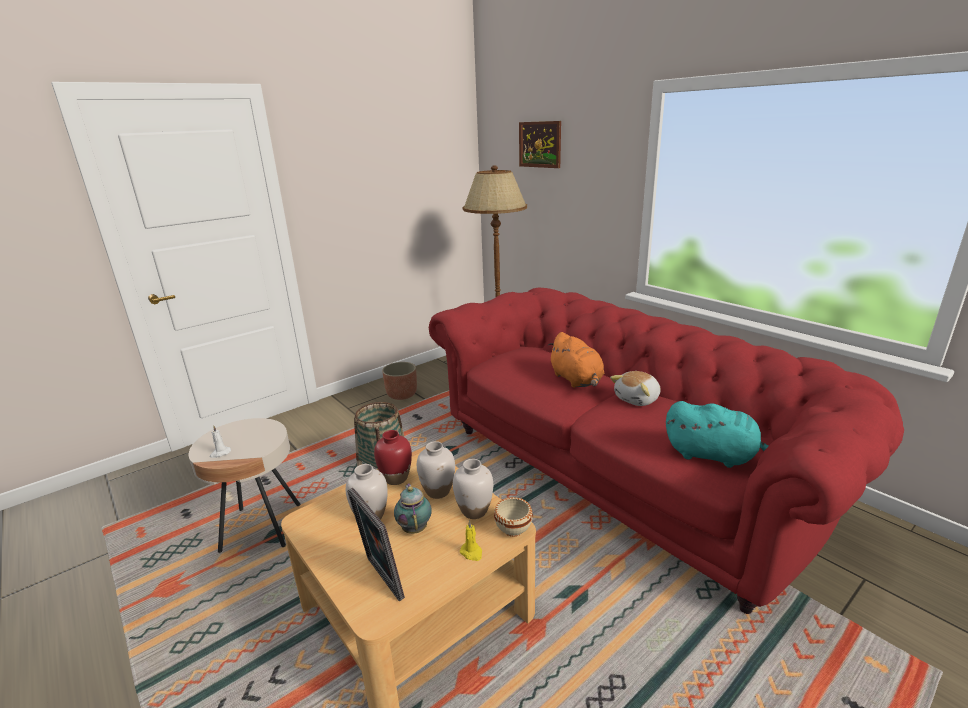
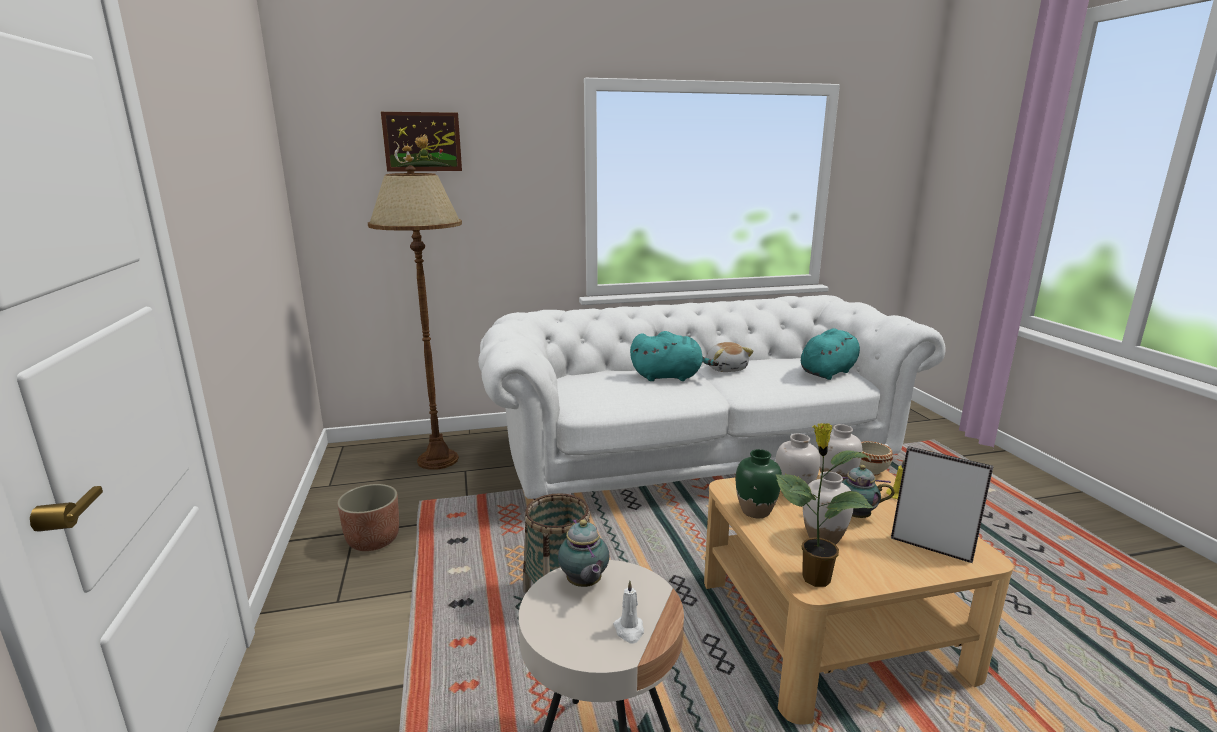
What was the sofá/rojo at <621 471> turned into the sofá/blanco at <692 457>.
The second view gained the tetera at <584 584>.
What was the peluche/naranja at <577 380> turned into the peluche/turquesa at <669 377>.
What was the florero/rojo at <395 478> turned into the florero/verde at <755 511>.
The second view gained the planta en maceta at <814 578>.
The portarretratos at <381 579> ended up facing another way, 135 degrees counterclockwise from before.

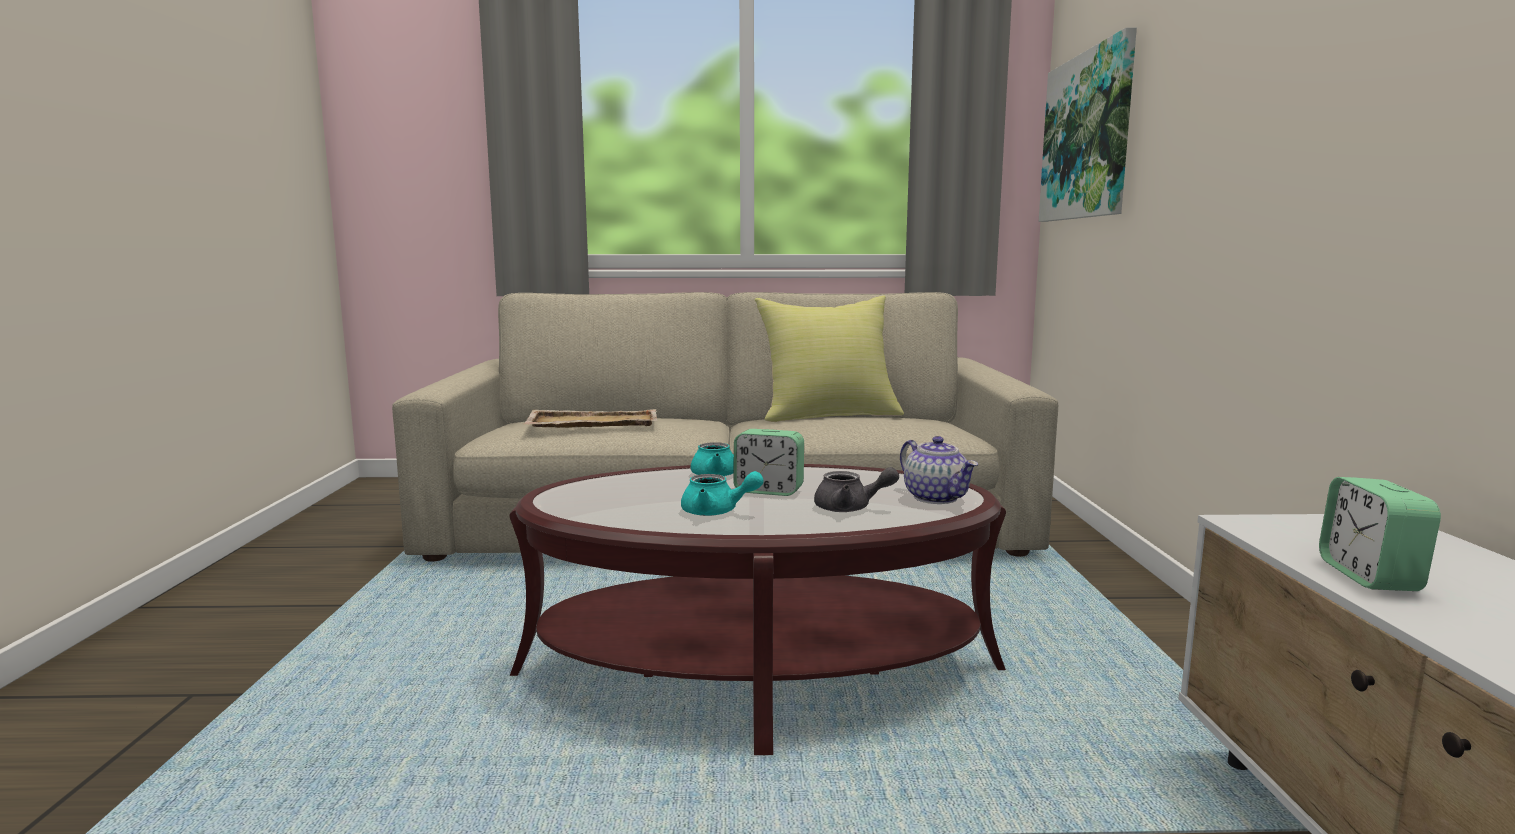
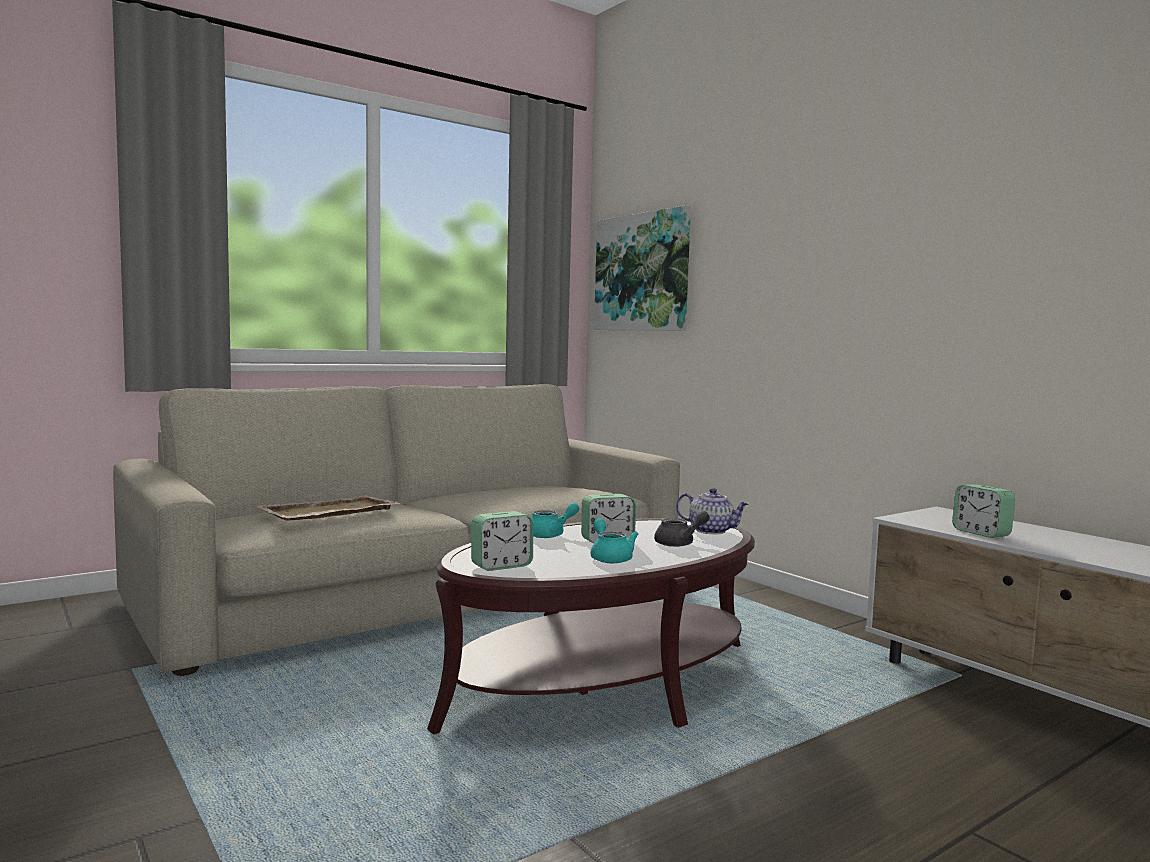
The second view gained the despertador at <501 566>.
The tetera/turquesa at <717 512> ended up facing another way, 90 degrees counterclockwise from before.
The second view lost the cojín/amarillo at <829 415>.

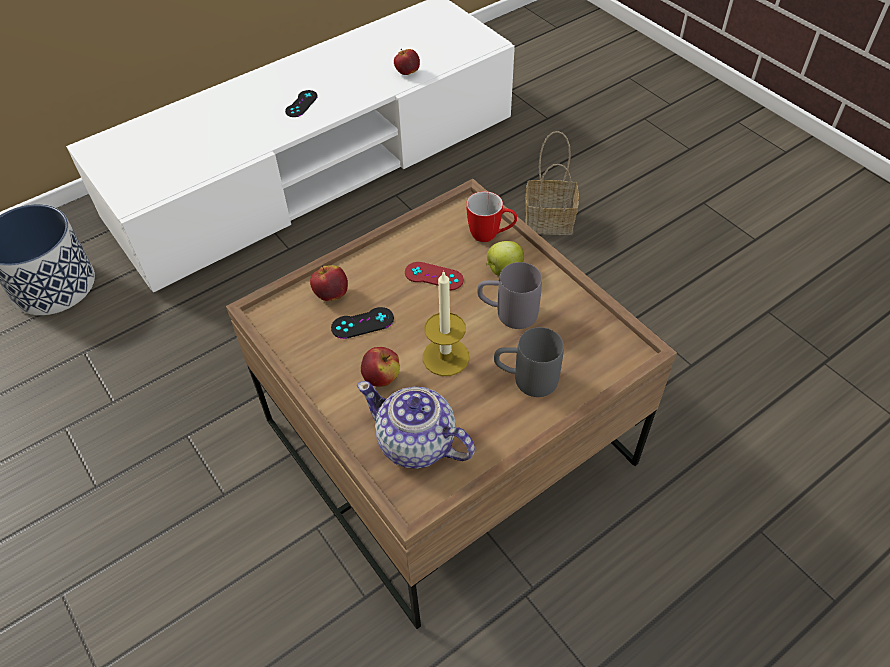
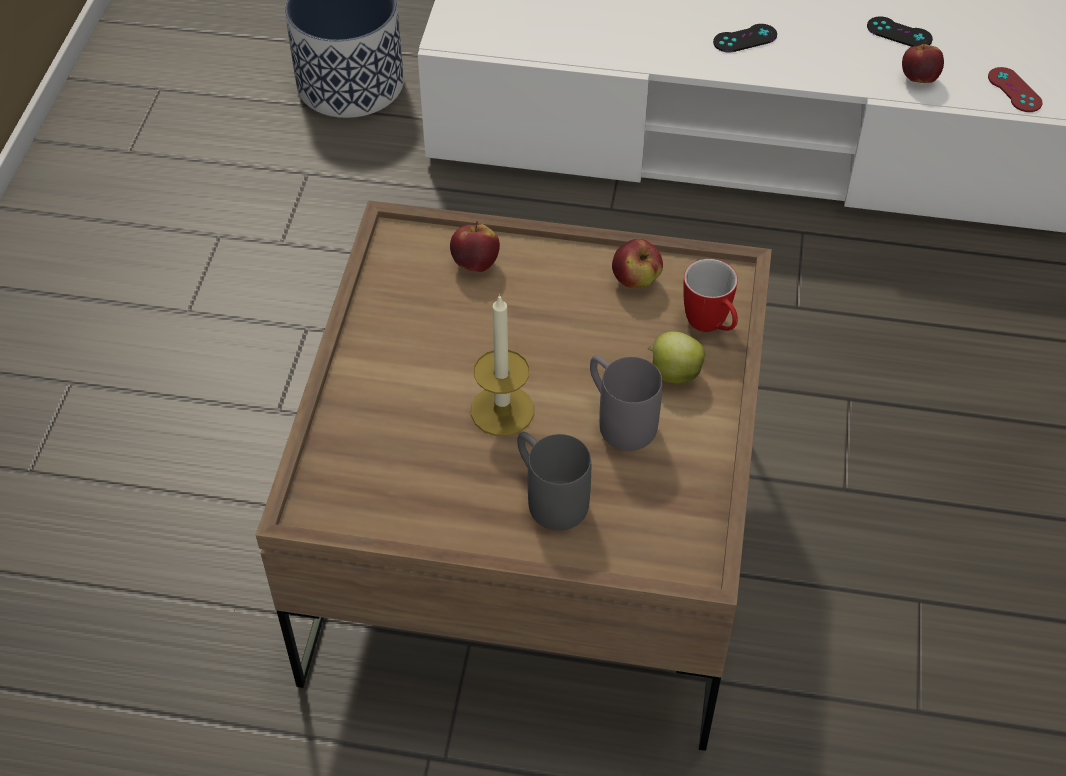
The manzana ended up elsewhere, having gone from <382 378> to <635 281>.
The mando de consola/negro ended up elsewhere, having gone from <362 323> to <899 33>.
The mando de consola/rojo ended up elsewhere, having gone from <434 276> to <1014 90>.
The second view lost the tetera at <417 444>.
The second view lost the cesta at <550 220>.

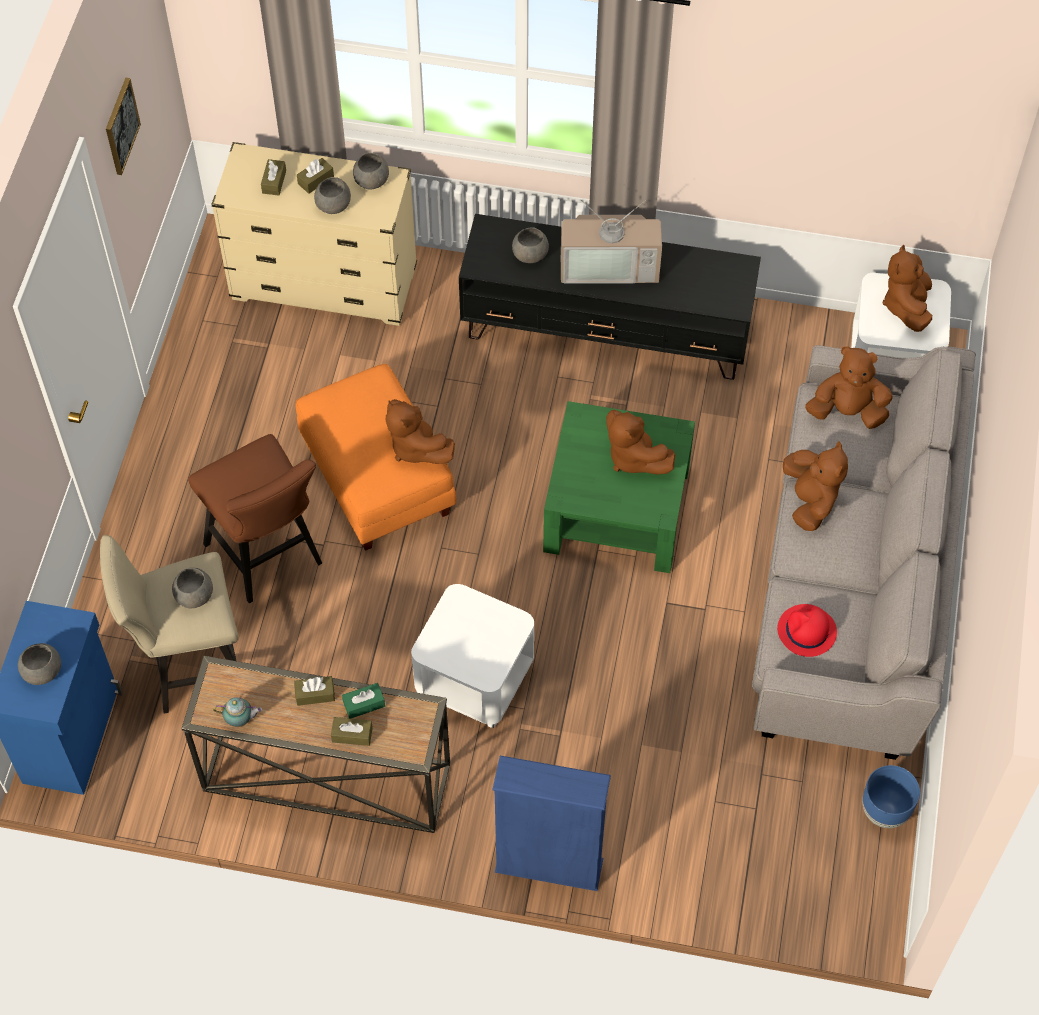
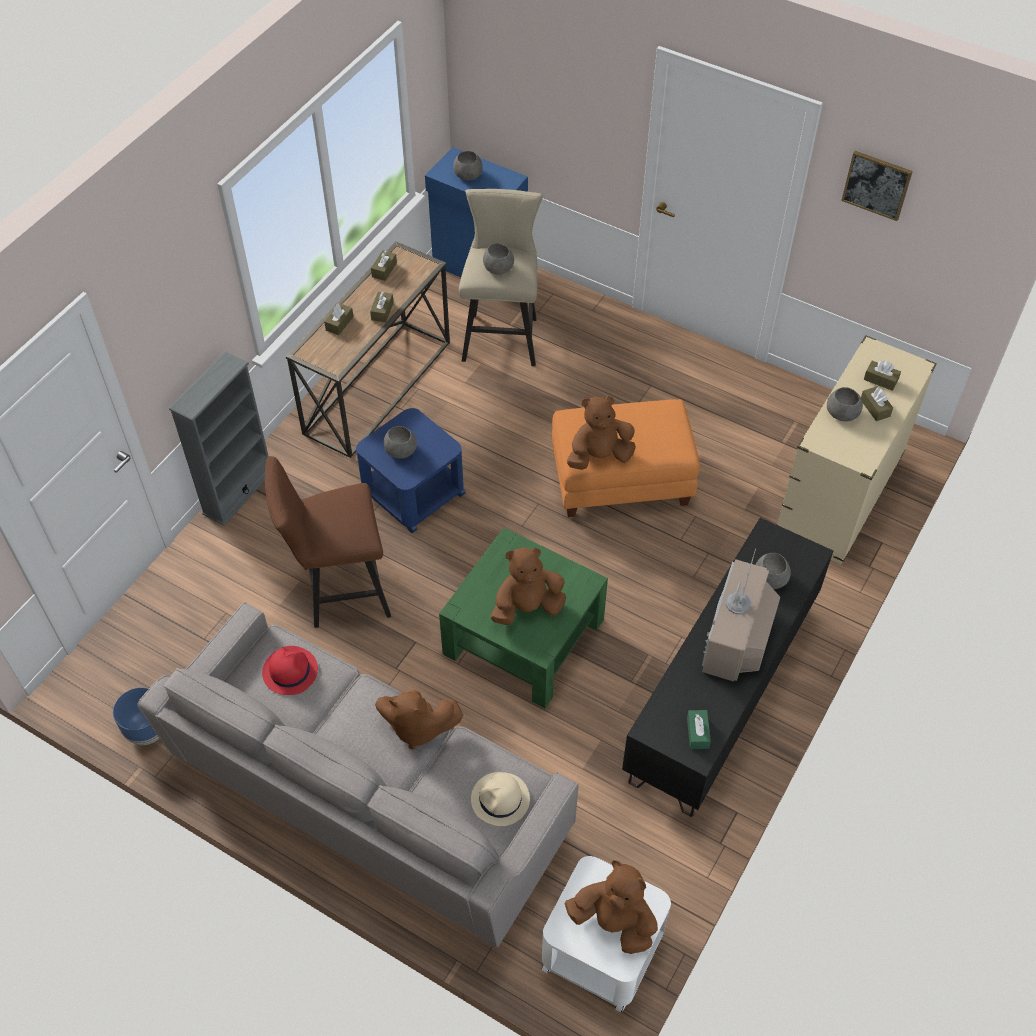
What was the estantería/azul at <549 866> turned into the estantería/gris at <238 492>.
The taburete/marrón ended up elsewhere, having gone from <269 559> to <339 591>.
What was the mesa auxiliar/blanco at <474 677> turned into the mesa auxiliar/azul at <413 492>.
Where the tetera stood at <240 720>, the caja de pañuelos/marrón came to stand at <384 270>.
The cuenco/gris ended up elsewhere, having gone from <371 180> to <400 450>.
Where the peluche/marrón stood at <847 411>, the sombrero/beis came to stand at <500 800>.
The caja de pañuelos/verde ended up elsewhere, having gone from <364 704> to <697 733>.

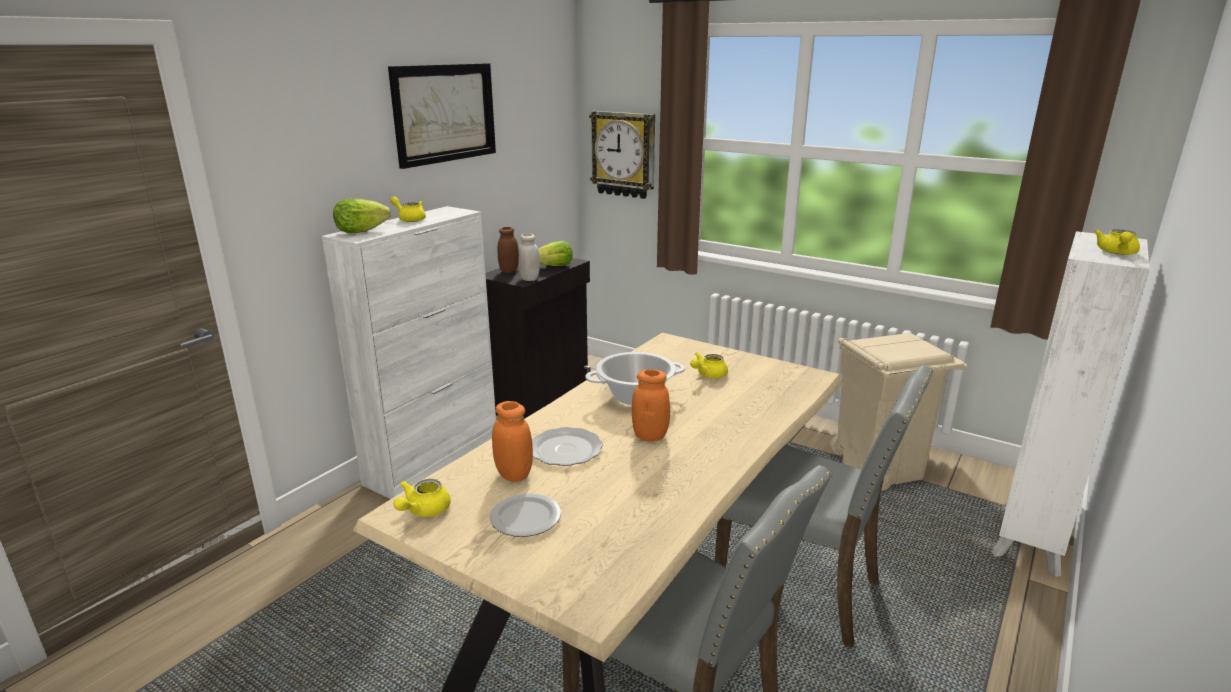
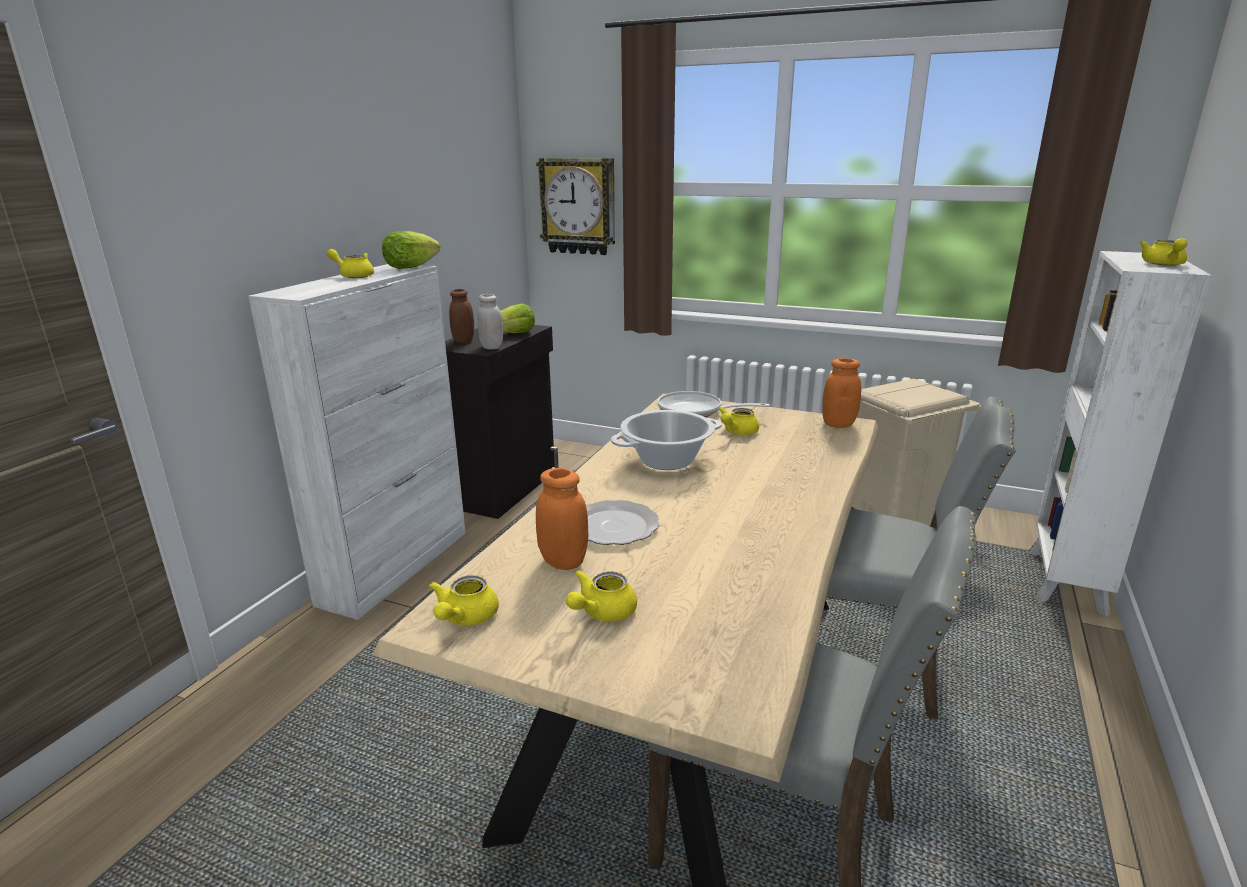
The lechuga ended up elsewhere, having gone from <361 231> to <410 267>.
Where the plato stood at <525 518>, the tetera/amarillo came to stand at <602 612>.
The second view gained the sartén at <695 411>.
The tarro/naranja ended up elsewhere, having gone from <650 436> to <838 424>.
The second view lost the cuadro at <444 113>.

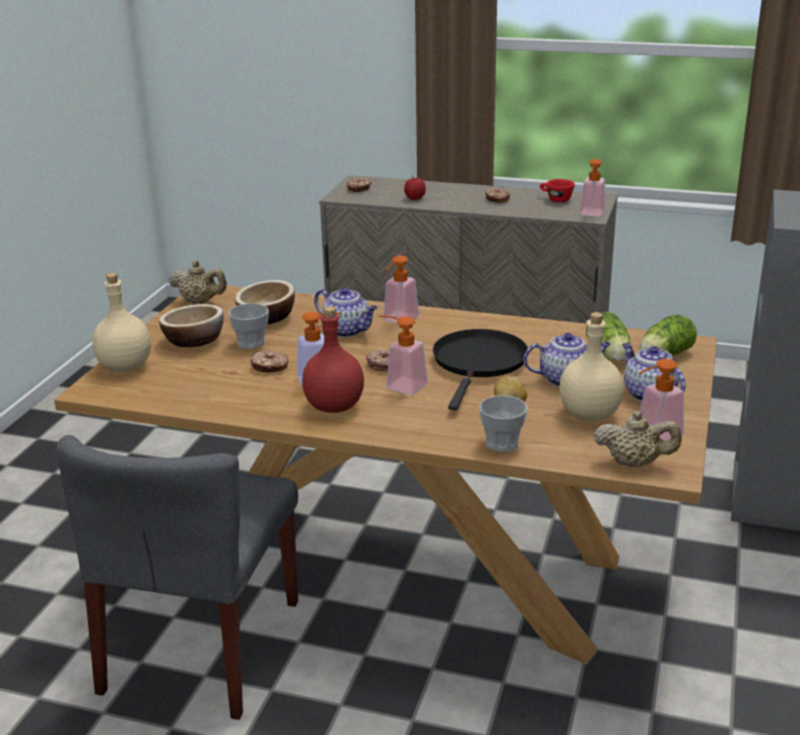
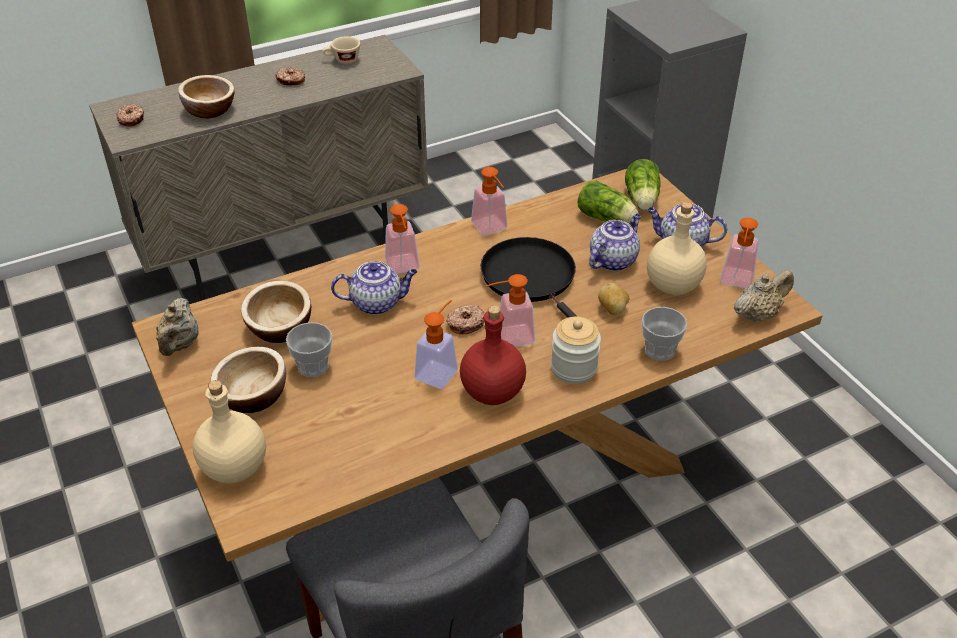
The tetera/beis at <200 302> ended up facing another way, 120 degrees clockwise from before.
Where the manzana stood at <414 198>, the cuenco came to stand at <209 110>.
What was the taza/rojo at <555 199> turned into the taza/beis at <342 60>.
The dispensador de jabón ended up elsewhere, having gone from <591 215> to <492 229>.
The second view gained the tarro at <574 368>.
The second view lost the rosquilla at <270 367>.

